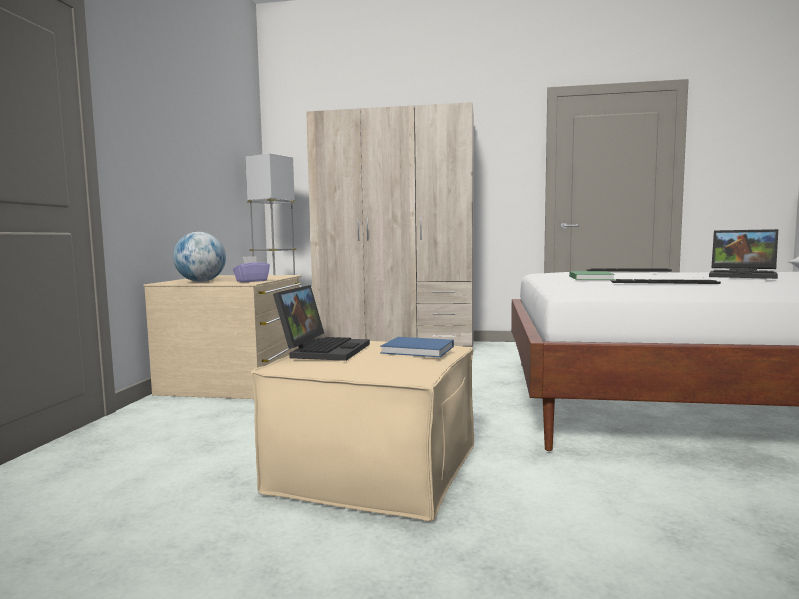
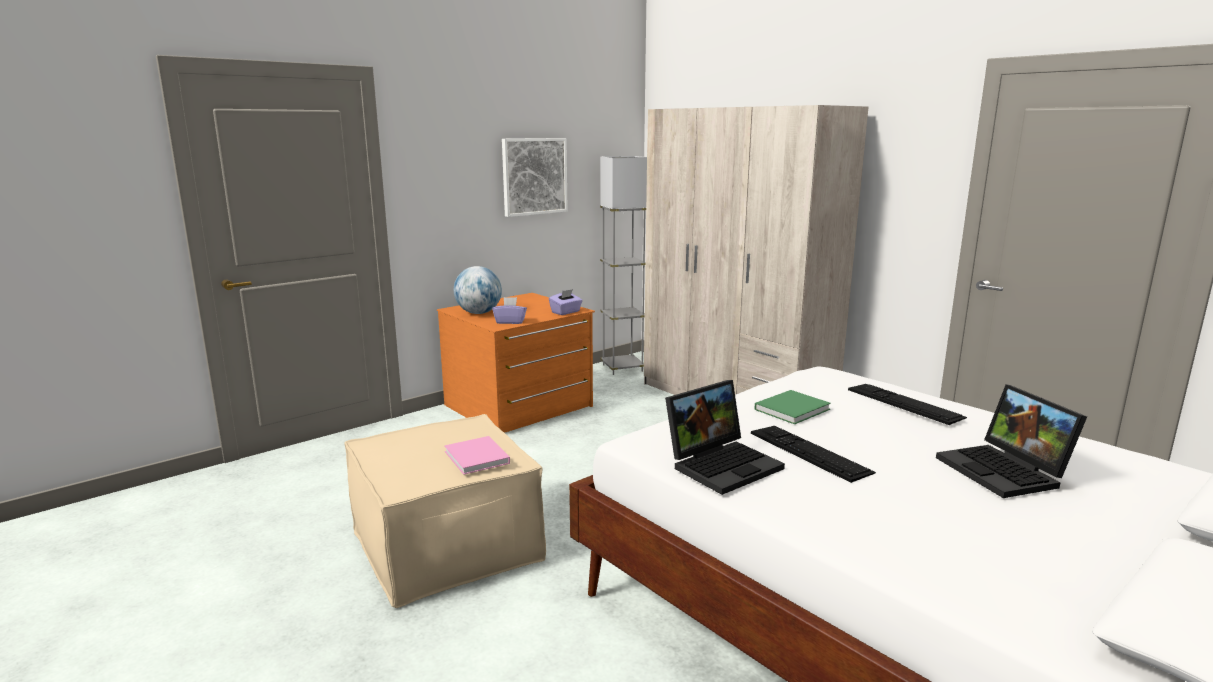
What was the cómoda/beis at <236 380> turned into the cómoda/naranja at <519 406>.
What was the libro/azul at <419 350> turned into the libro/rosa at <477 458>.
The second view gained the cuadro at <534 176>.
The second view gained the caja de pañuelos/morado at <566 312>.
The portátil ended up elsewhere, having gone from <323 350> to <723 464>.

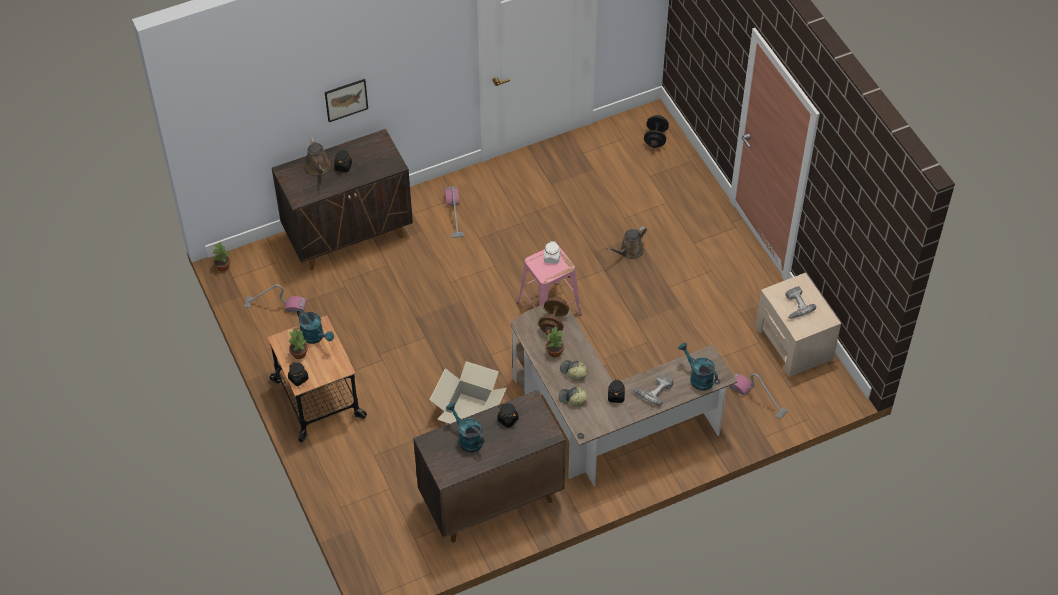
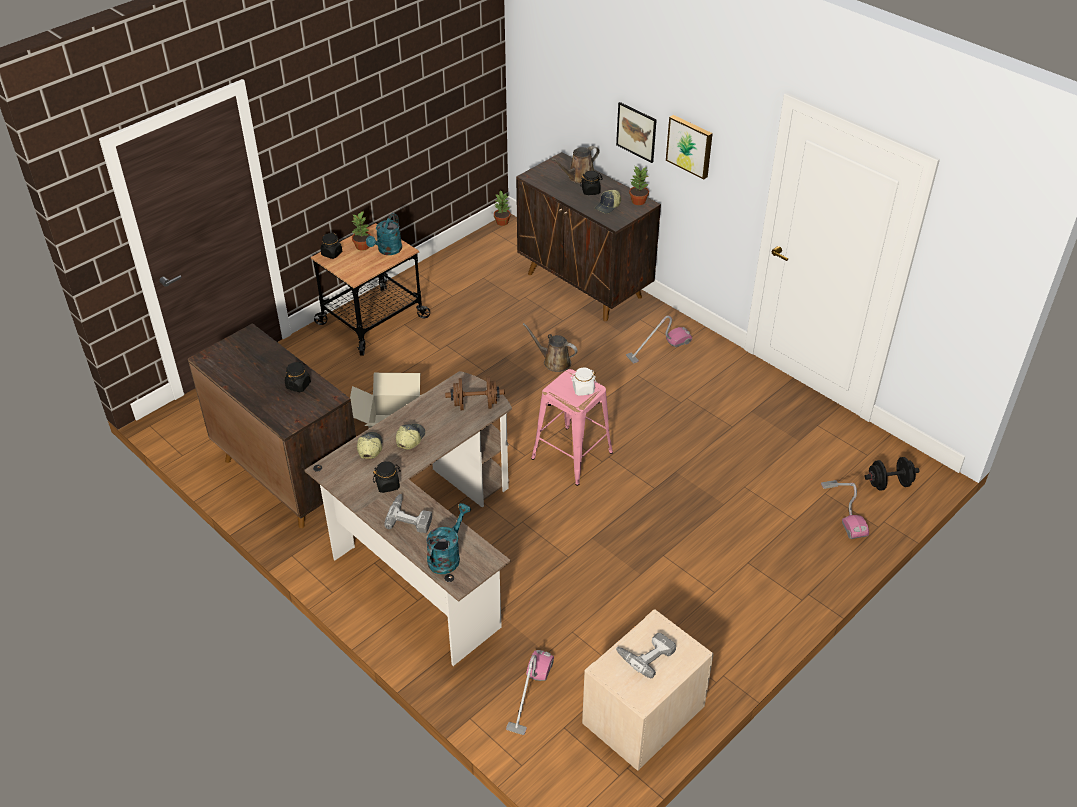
The regadera/marrón ended up elsewhere, having gone from <629 252> to <554 362>.
The second view gained the gorra at <608 207>.
The planta en maceta ended up elsewhere, having gone from <554 352> to <638 201>.
The second view gained the cuadro at <690 146>.
The aspiradora ended up elsewhere, having gone from <275 305> to <843 510>.
The second view lost the regadera/turquesa at <467 438>.

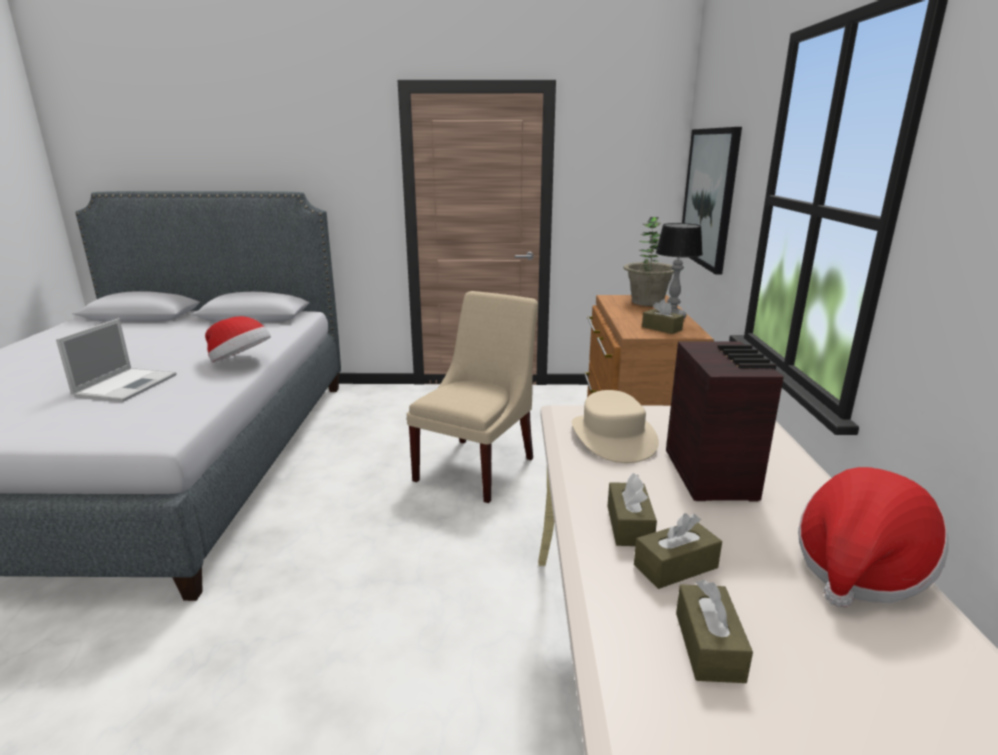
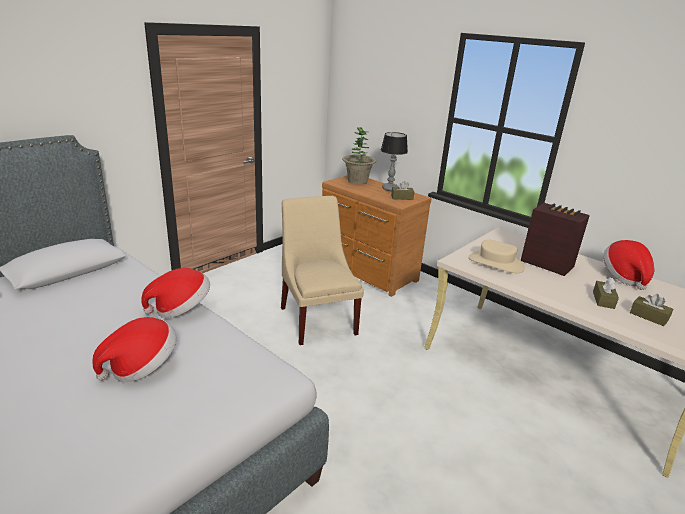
Where the portátil stood at <127 385>, the sombrero came to stand at <142 366>.
The second view lost the caja de pañuelos/marrón at <629 525>.
The second view lost the cuadro at <709 197>.

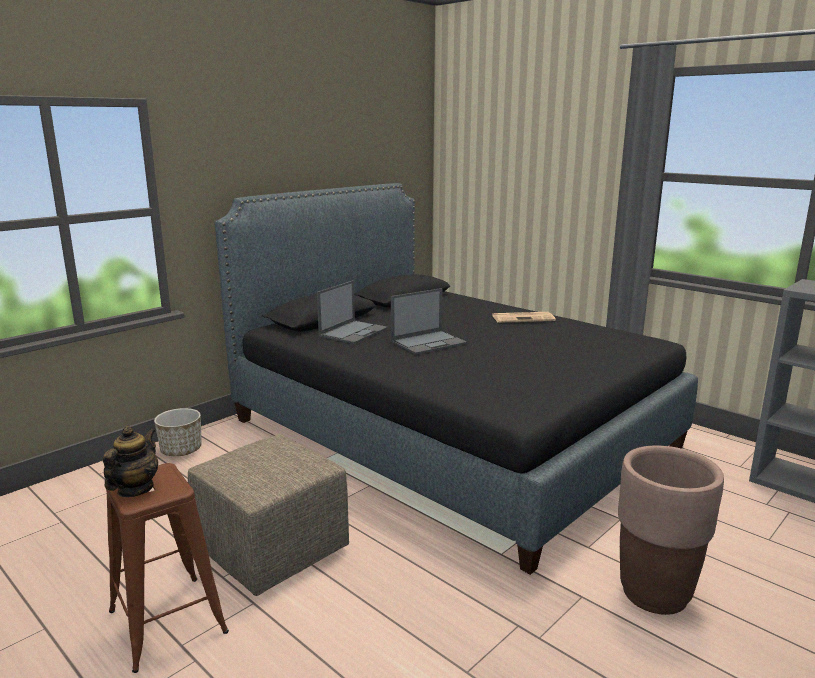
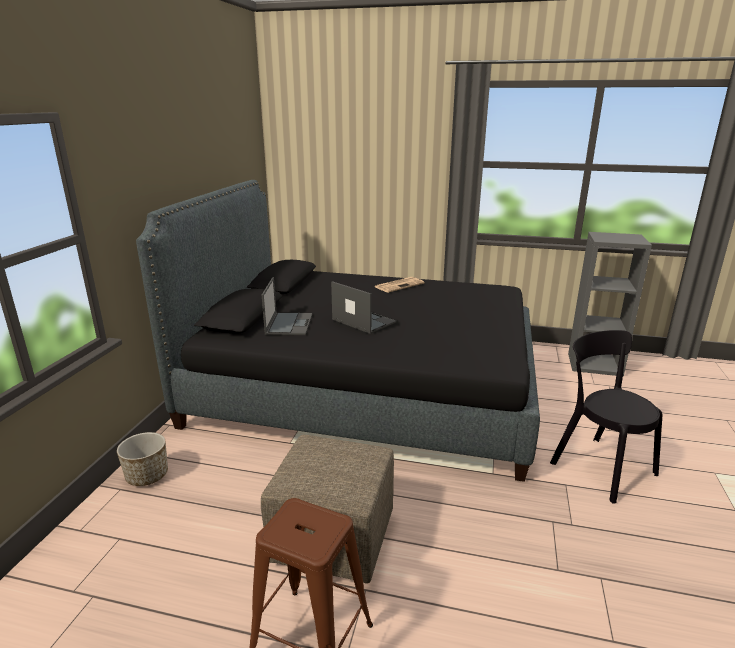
The portátil at <429 342> ended up facing another way, 75 degrees counterclockwise from before.
Where the maceta/marrón stood at <655 593>, the silla/negro came to stand at <599 466>.
The second view lost the tetera at <135 489>.

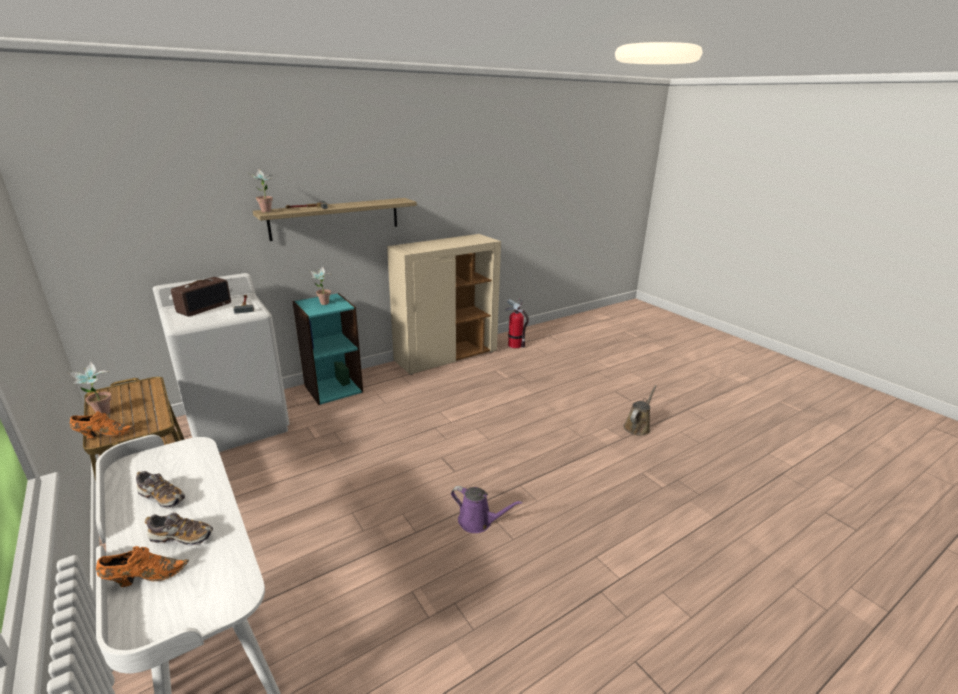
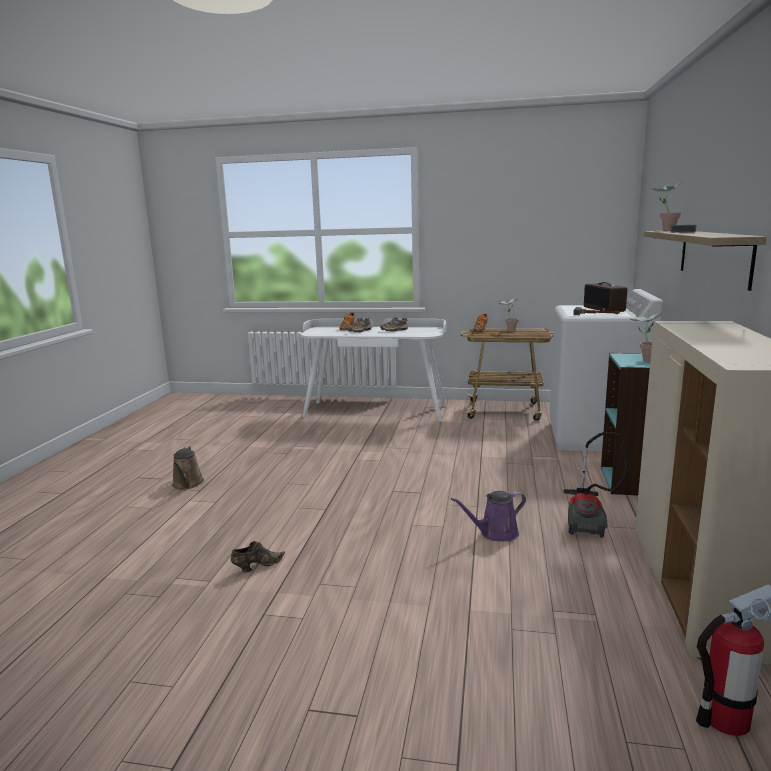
The regadera/marrón ended up elsewhere, having gone from <637 427> to <187 484>.
The second view gained the zapato/marrón at <257 566>.
The regadera/morado ended up elsewhere, having gone from <478 522> to <495 533>.
The second view gained the aspiradora at <588 519>.

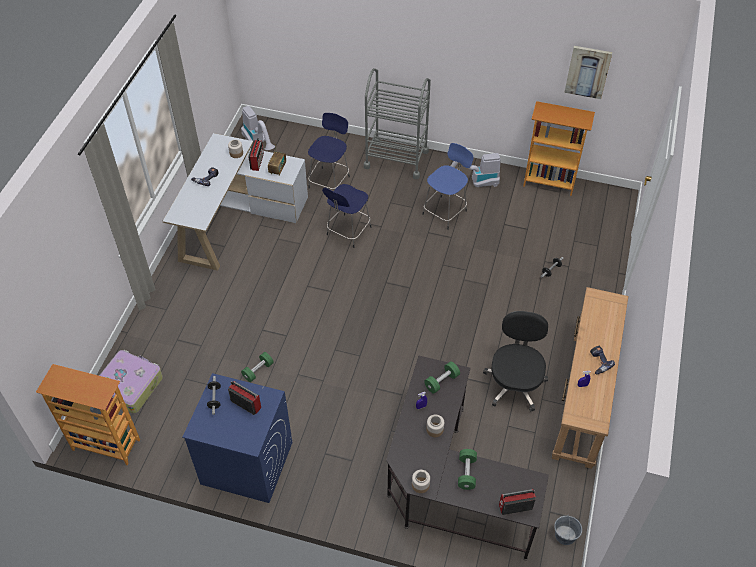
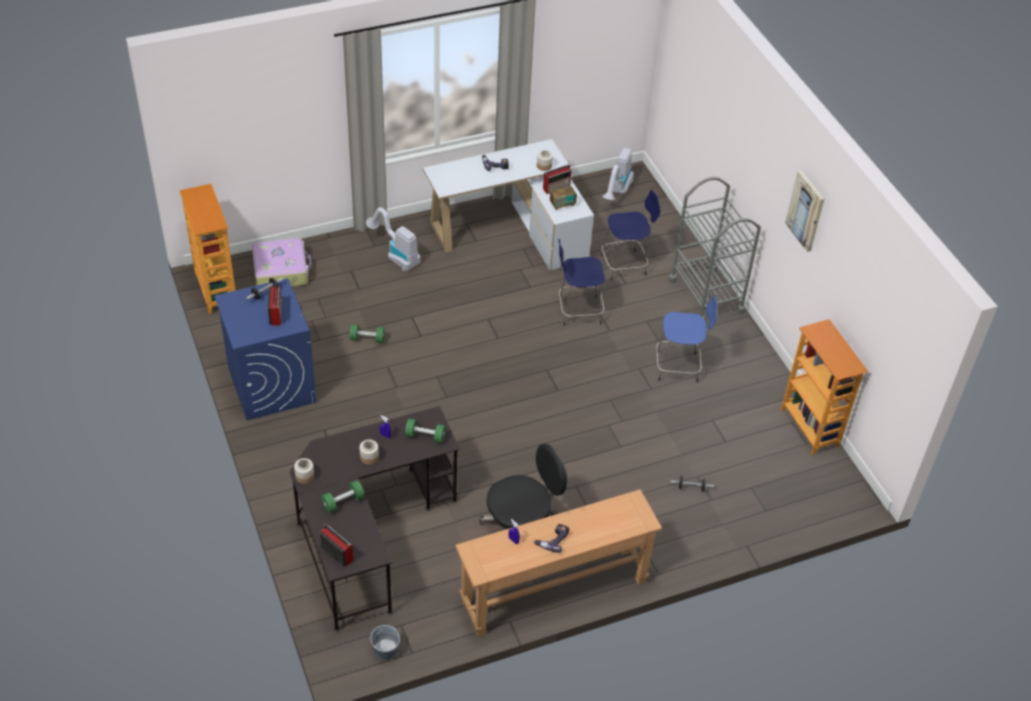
The aspiradora ended up elsewhere, having gone from <475 182> to <395 255>.
The cuadro ended up elsewhere, having gone from <588 71> to <806 210>.

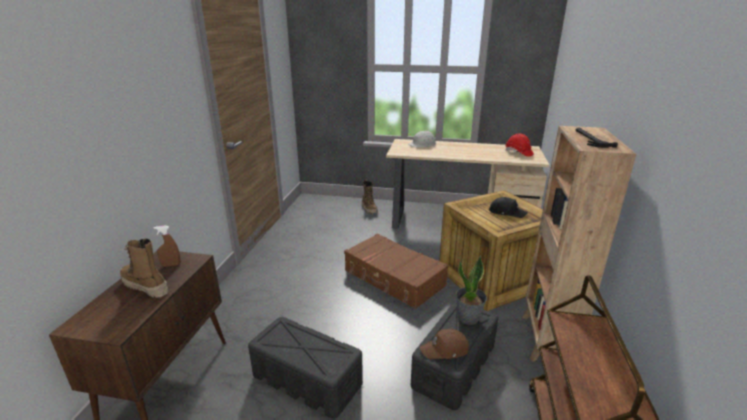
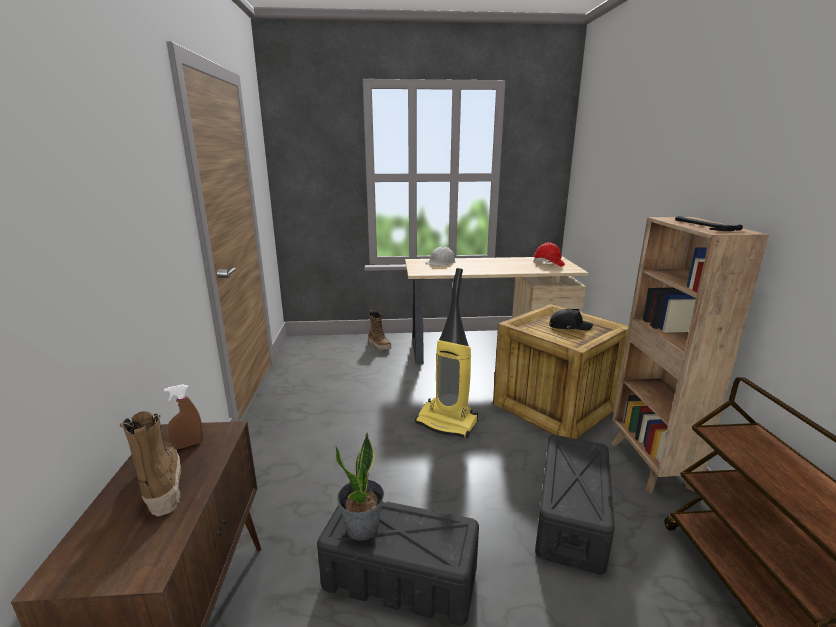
The bota at <145 286> ended up facing another way, 45 degrees clockwise from before.
The planta en maceta ended up elsewhere, having gone from <468 318> to <362 527>.
Where the maleta/marrón stood at <394 278>, the aspiradora came to stand at <447 422>.
The second view lost the gorra/marrón at <445 350>.

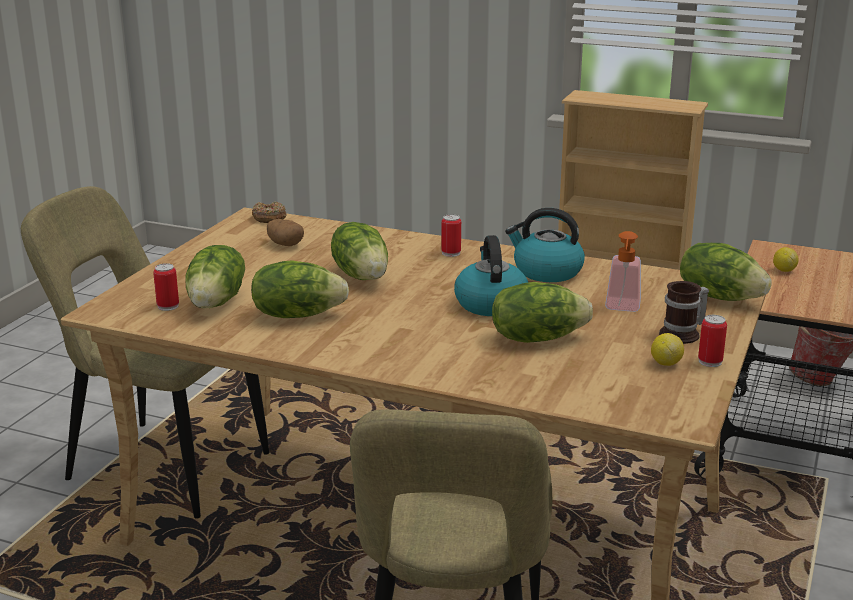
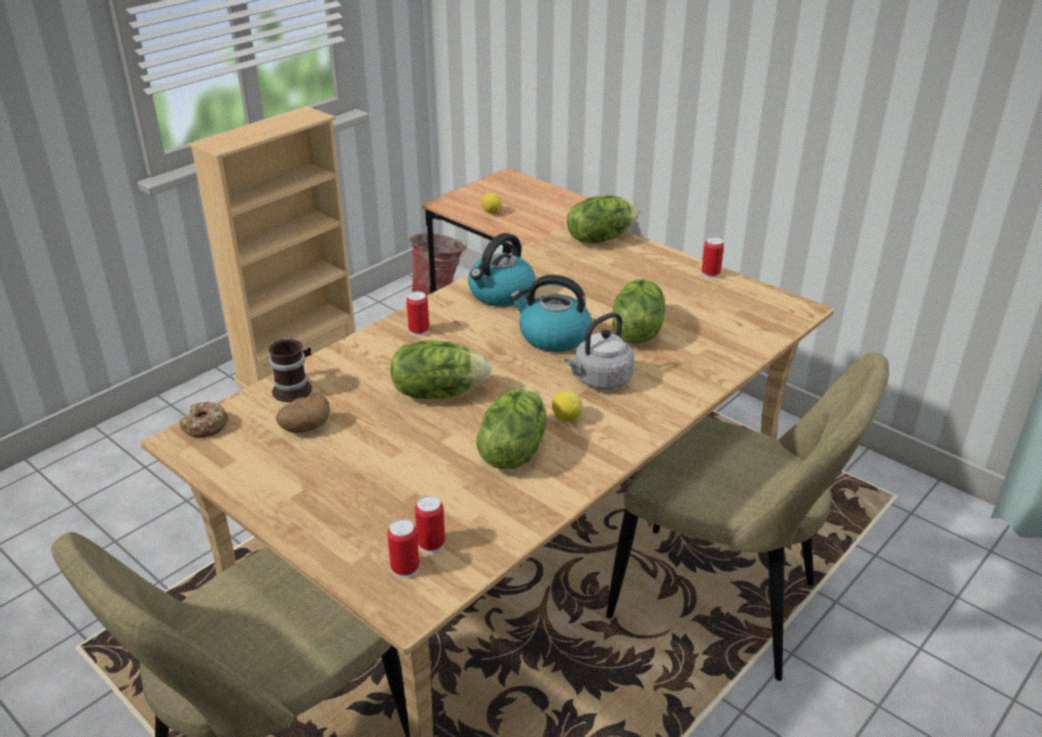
The taza grande ended up elsewhere, having gone from <683 335> to <294 388>.
The second view gained the lata at <405 568>.
The limón ended up elsewhere, having gone from <666 363> to <566 418>.
The second view gained the hervidor/gris at <600 380>.
The second view lost the lechuga at <217 302>.
The second view lost the dispensador de jabón at <622 308>.

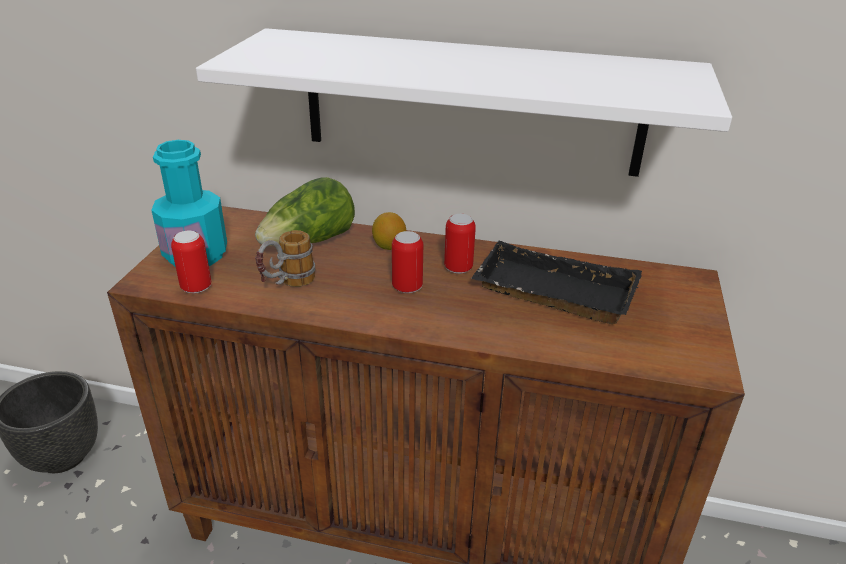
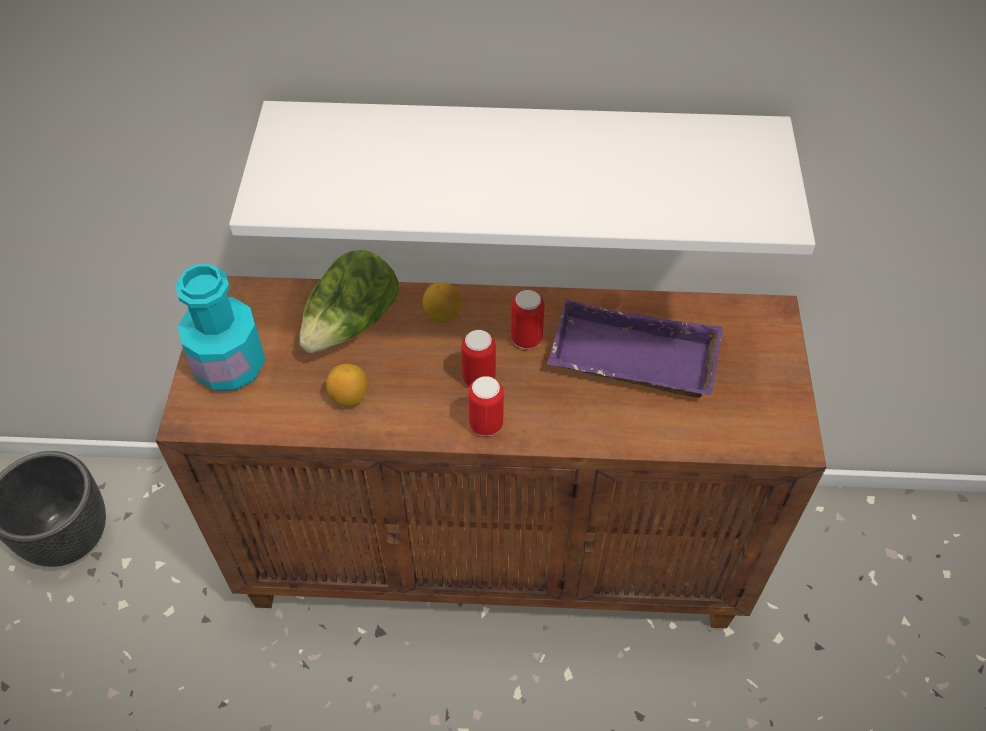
Where the taza grande stood at <287 285>, the limón came to stand at <349 397>.
The lata ended up elsewhere, having gone from <196 287> to <486 424>.
What was the bandeja/negro at <551 293> turned into the bandeja/morado at <630 361>.

